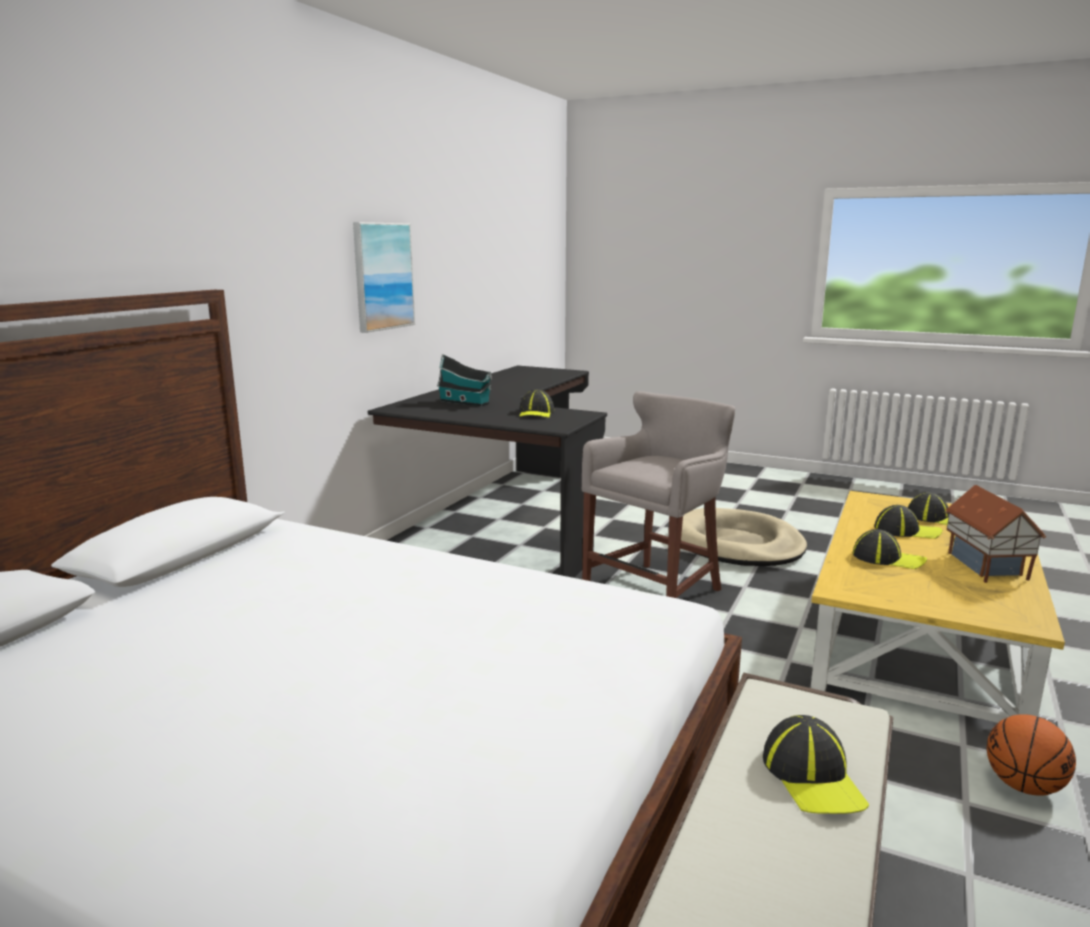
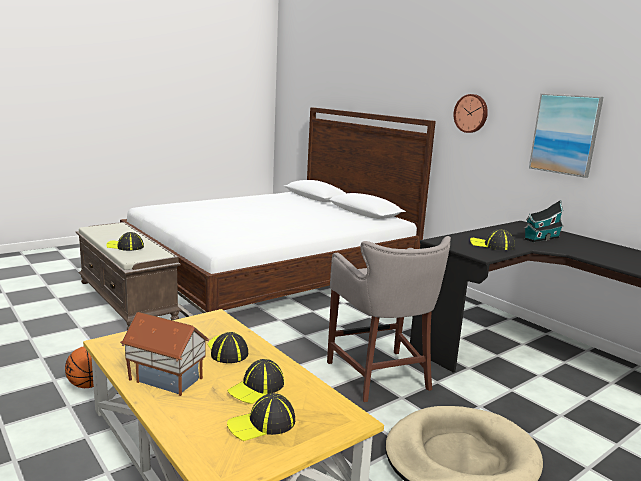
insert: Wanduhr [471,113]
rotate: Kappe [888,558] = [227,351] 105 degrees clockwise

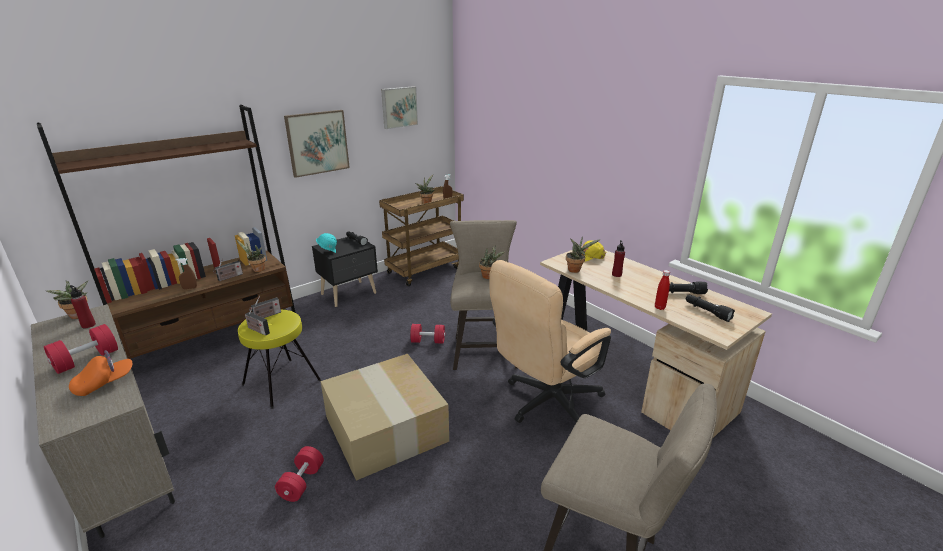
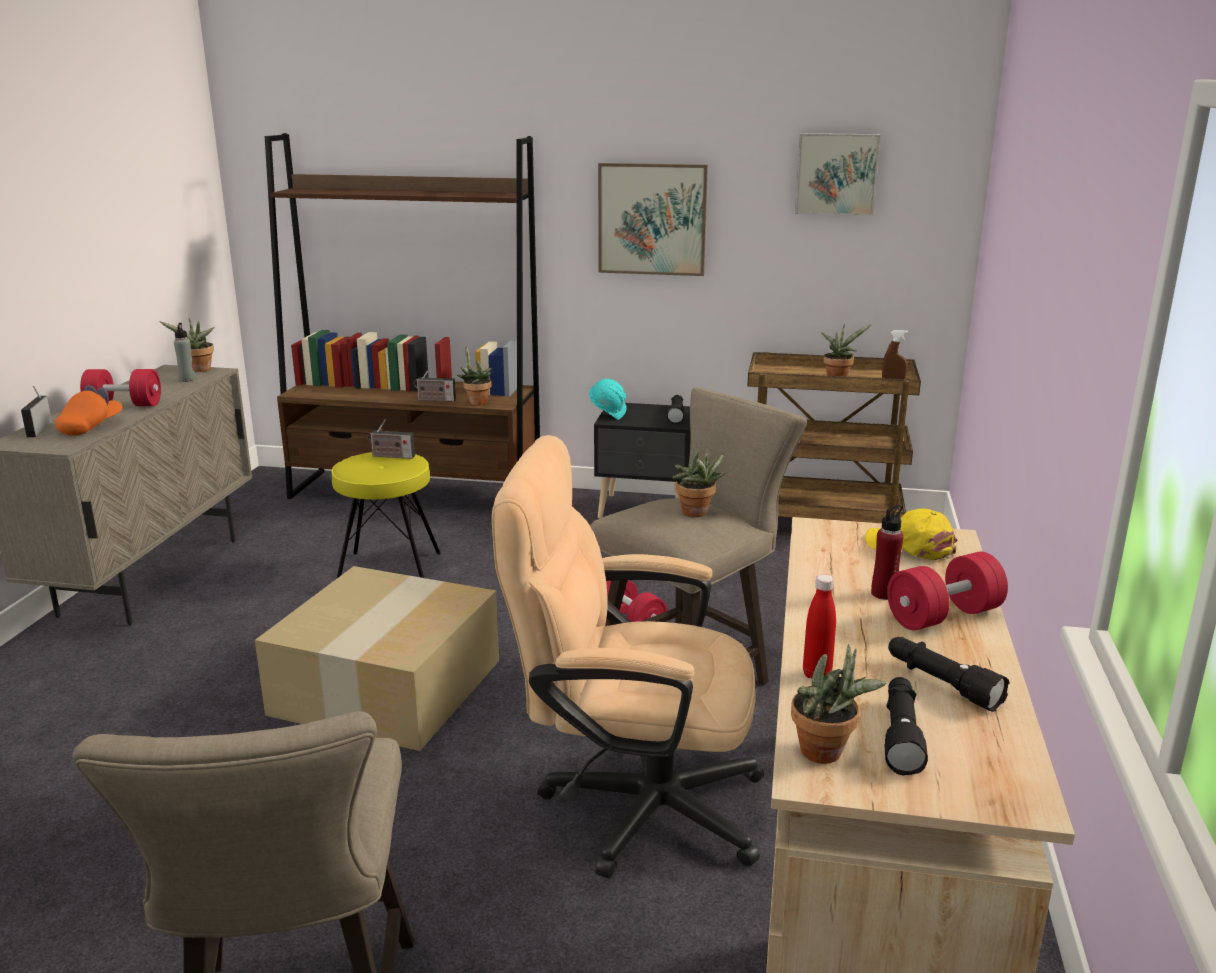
delete: Sprühflasche (braun) [190,288]
move: Topfpflanze [575,270] to [827,754]; Radio [257,330] to [39,428]; Hantel (rot) [302,482] to [943,616]
recolor: Flasche (rot) [88,325] to Flasche (grau) [187,379]
rotate: Kappe (orange) [105,383] = [91,427] 75 degrees counterclockwise

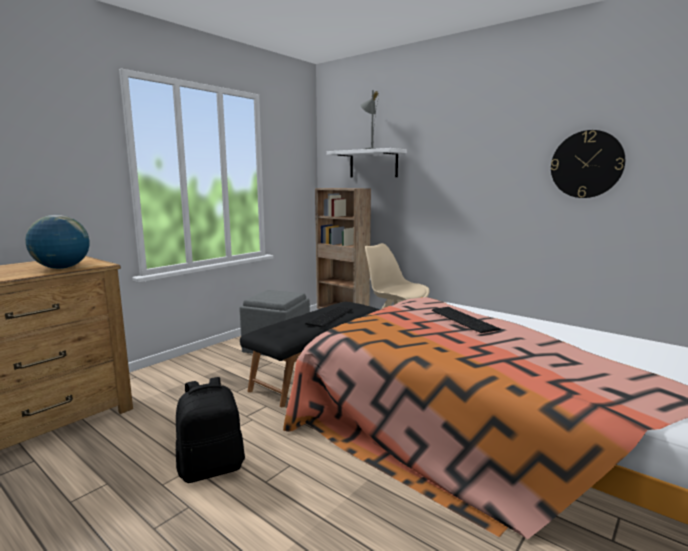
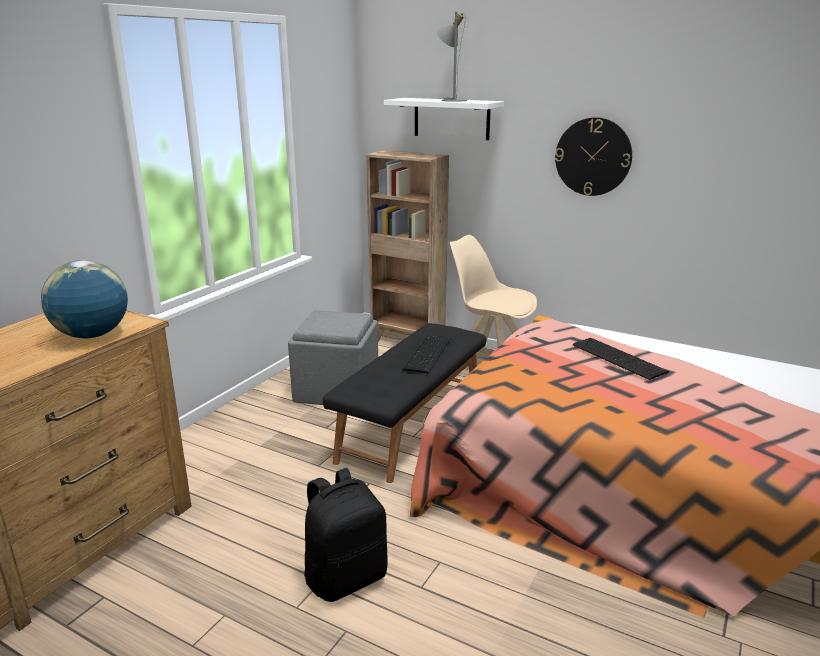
move: Wanduhr [586,164] to [593,157]

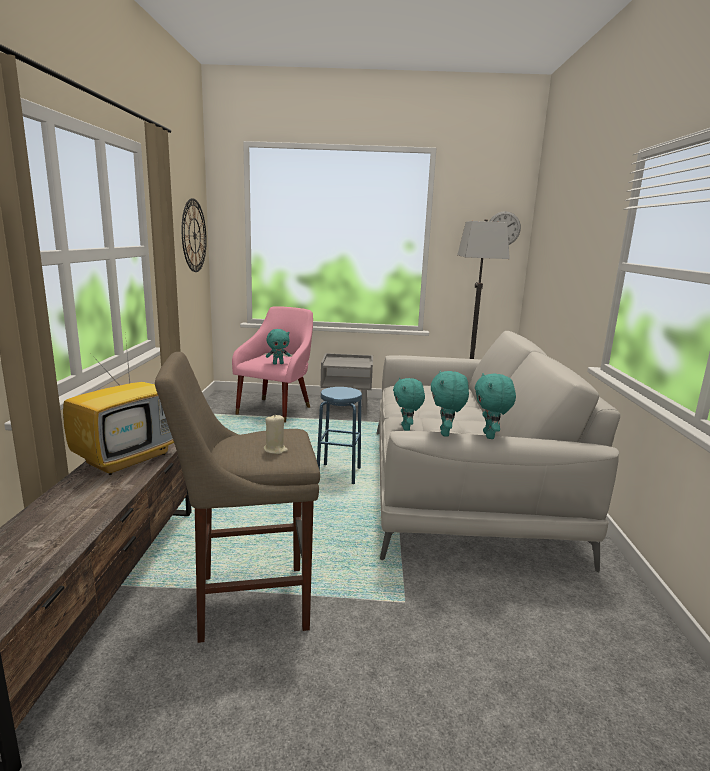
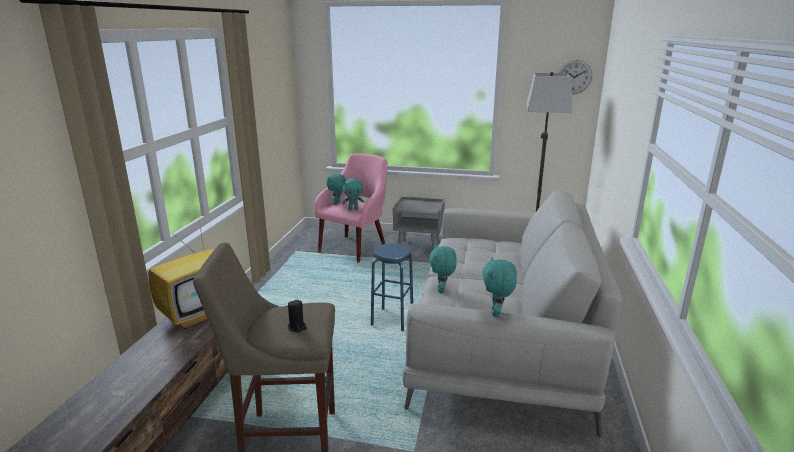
delete: Wanduhr [194,236]
move: Plüschtier (türkis) [446,433] to [337,203]
recolor: Kerze (beige) [275,450] to Kerze (schwarz) [297,327]

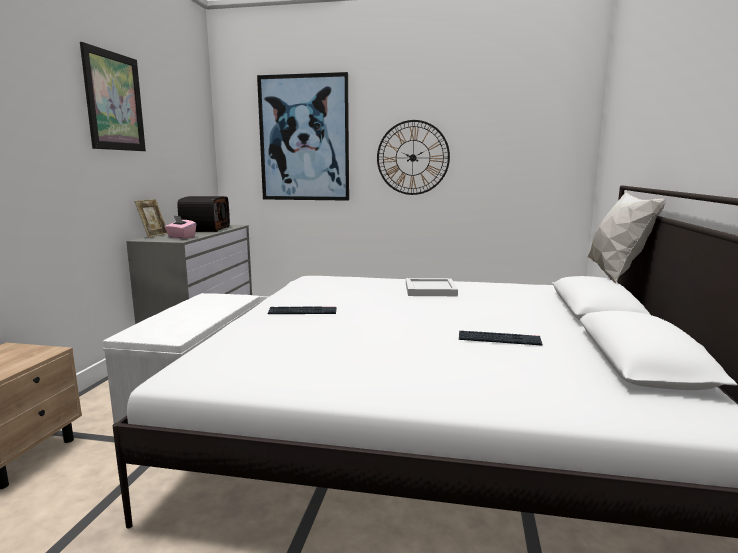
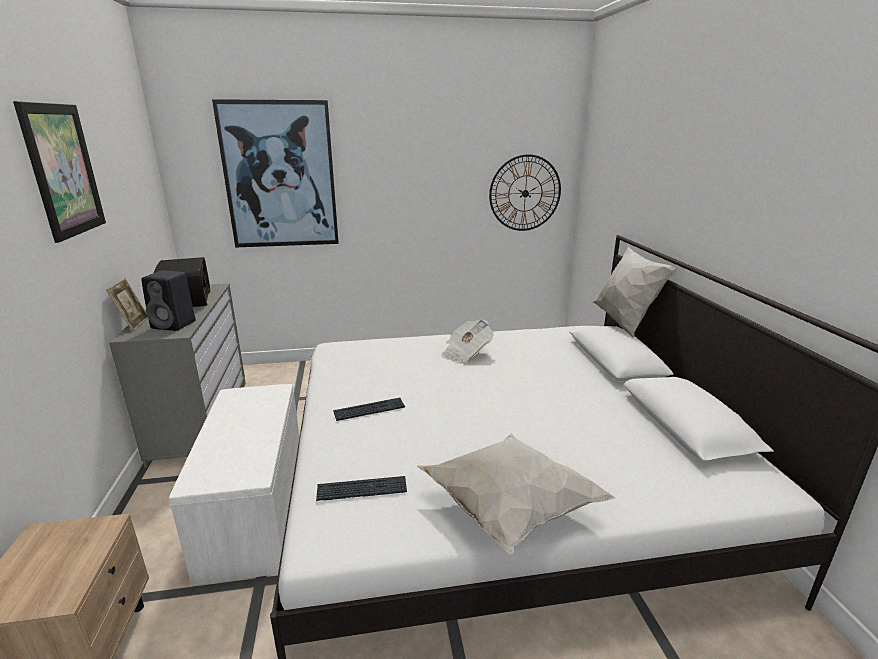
insert: Kissen (weiß) [507,509]
move: Wanduhr [412,157] to [525,193]; Tastatur [499,339] to [362,490]
replace: Taschentuchbox (rosa) [181,237] to Lautsprecher (schwarz) [175,325]; Tablett (weiß) [429,290] to Zeitung [466,353]

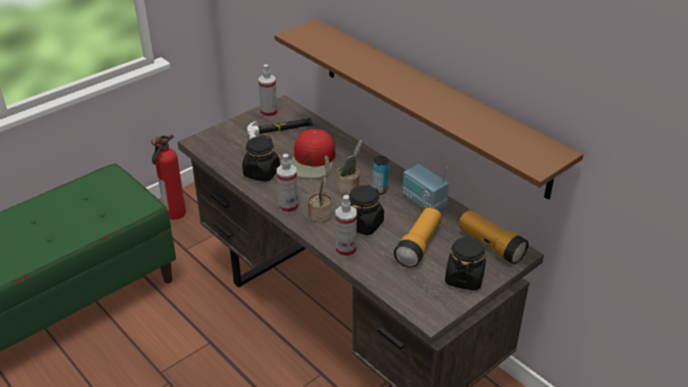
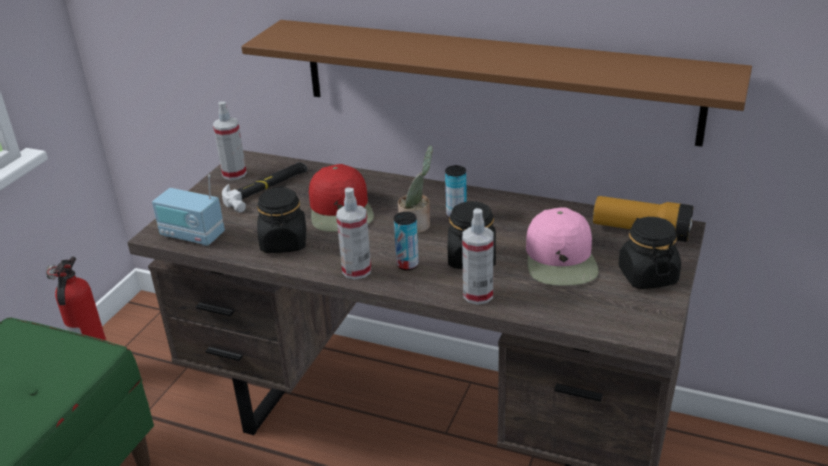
move: Radio [423,202] to [192,236]
replace: Topfpflanze [321,214] to Dose [407,265]; Taschenlampe [418,246] to Kappe (rosa) [561,260]

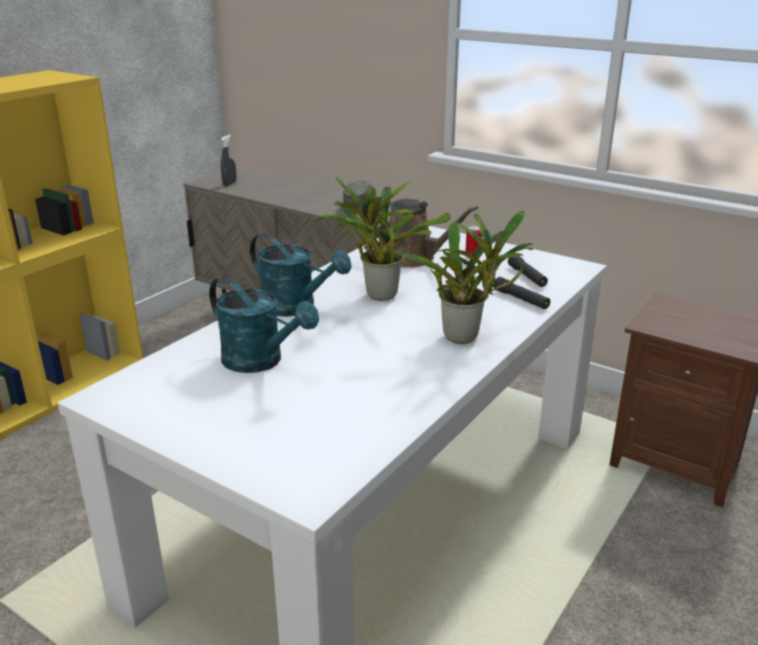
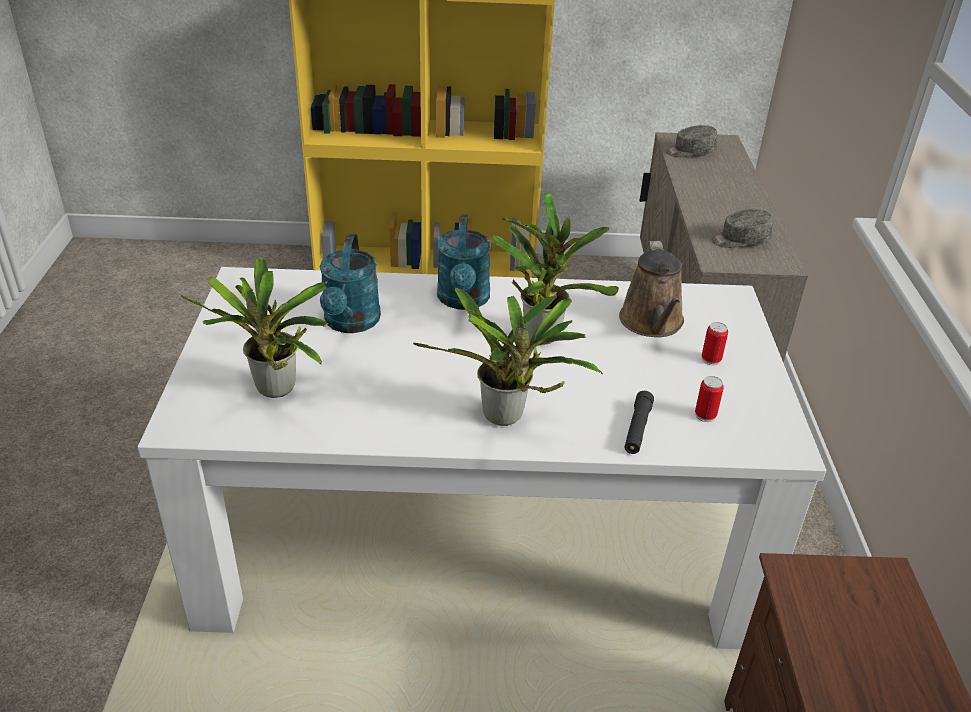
insert: Topfpflanze [276,392]
replace: Sprühflasche (grau) [229,184] to Kappe (grau) [690,152]; Taschenlampe (schwarz) [527,276] to Dose [705,415]

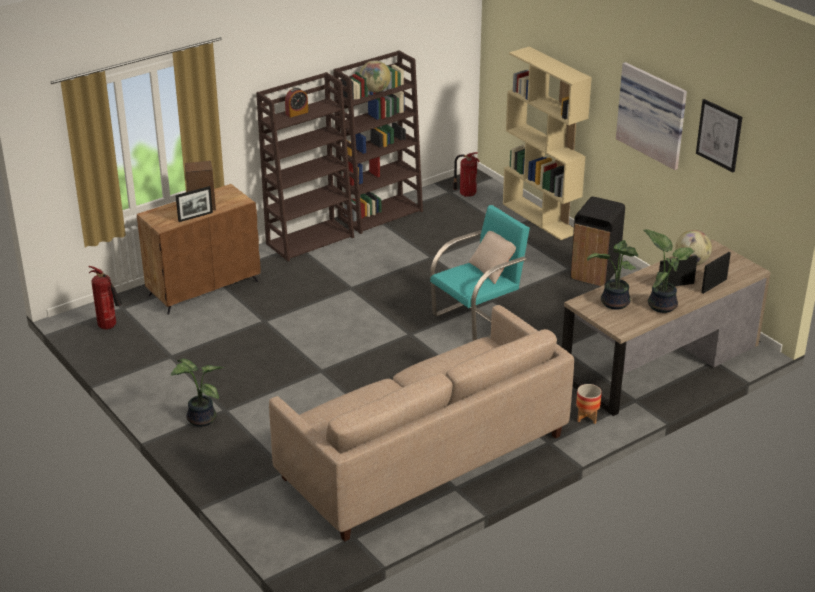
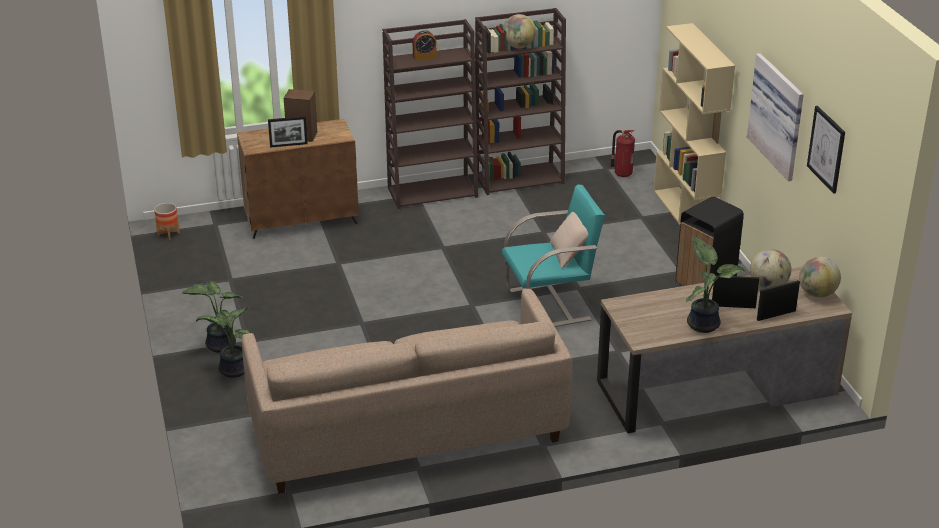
delete: Feuerlöscher [109,327]
insert: Globus [817,293]
move: Topfpflanze [614,304] to [232,371]; Pflanzkübel [587,417] to [168,234]

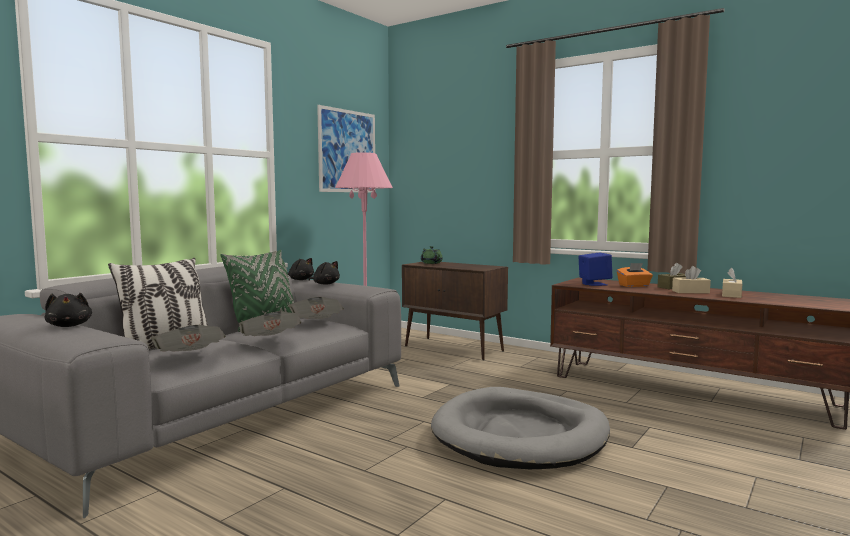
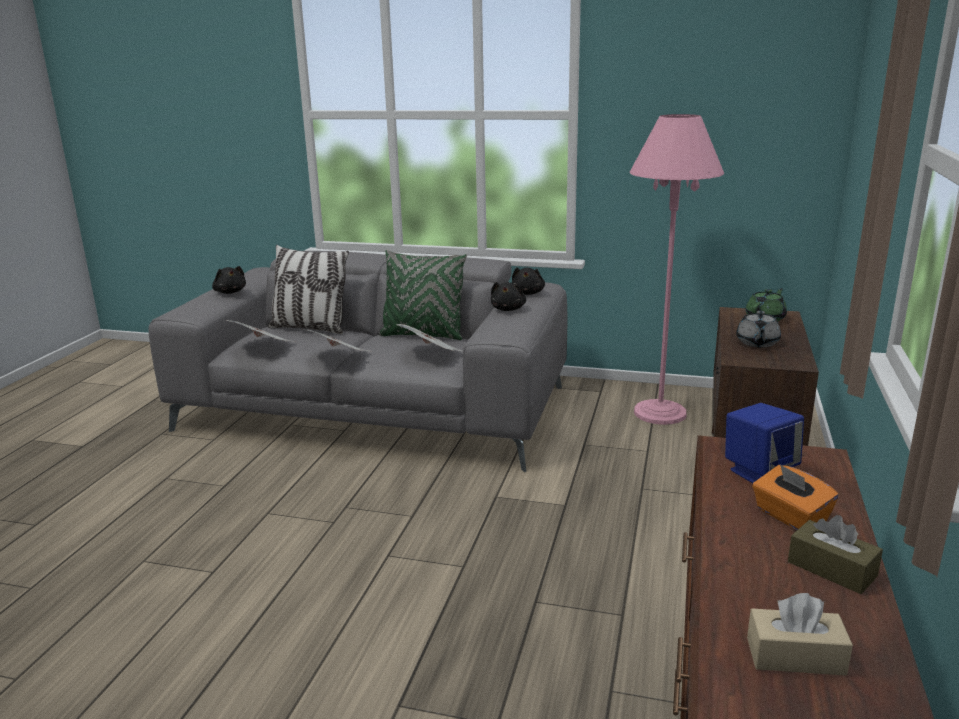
delete: Bild [347,151]; Taschentuchbox (beige) [690,292]; Hundebett (grau) [520,435]
insert: Teekanne (grau) [757,343]
rotate: Plüschtier (schwarz) [69,326] = [230,292] 75 degrees counterclockwise

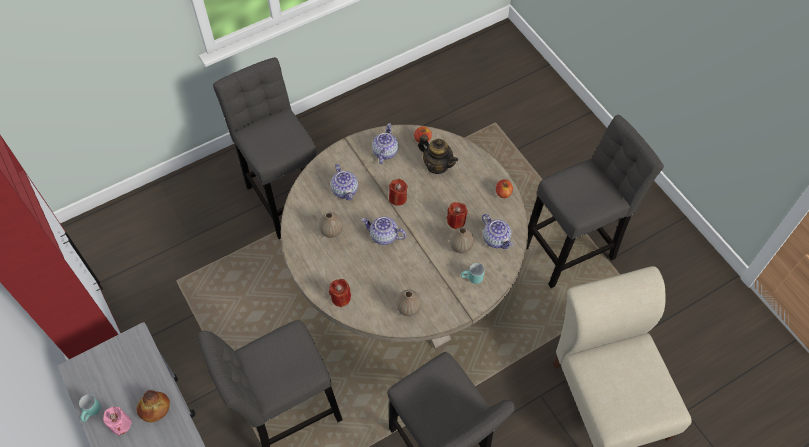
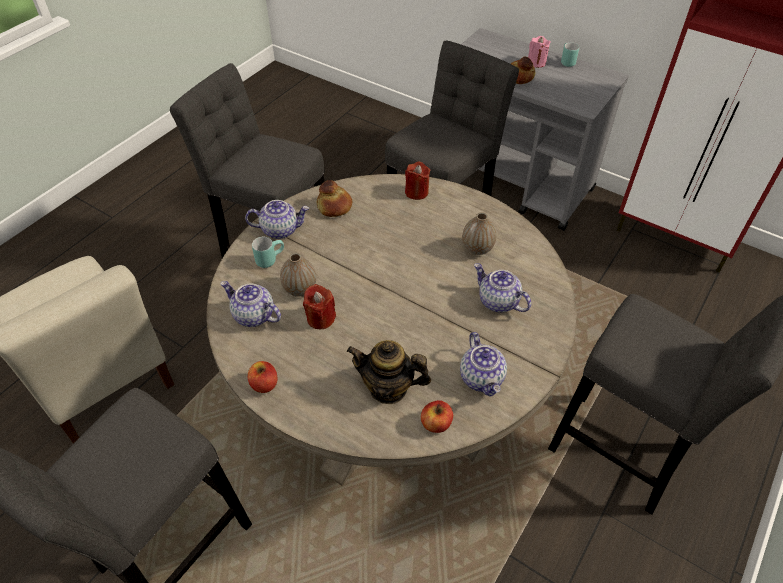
delete: Kerze (rot) [398,198]
move: Teekanne [383,236] to [280,229]
replace: Vase [408,308] to Brot [334,207]

